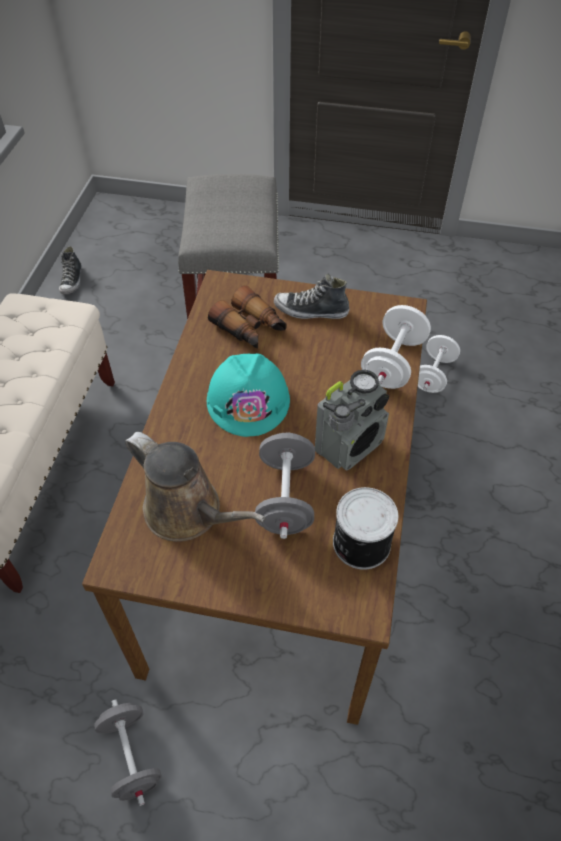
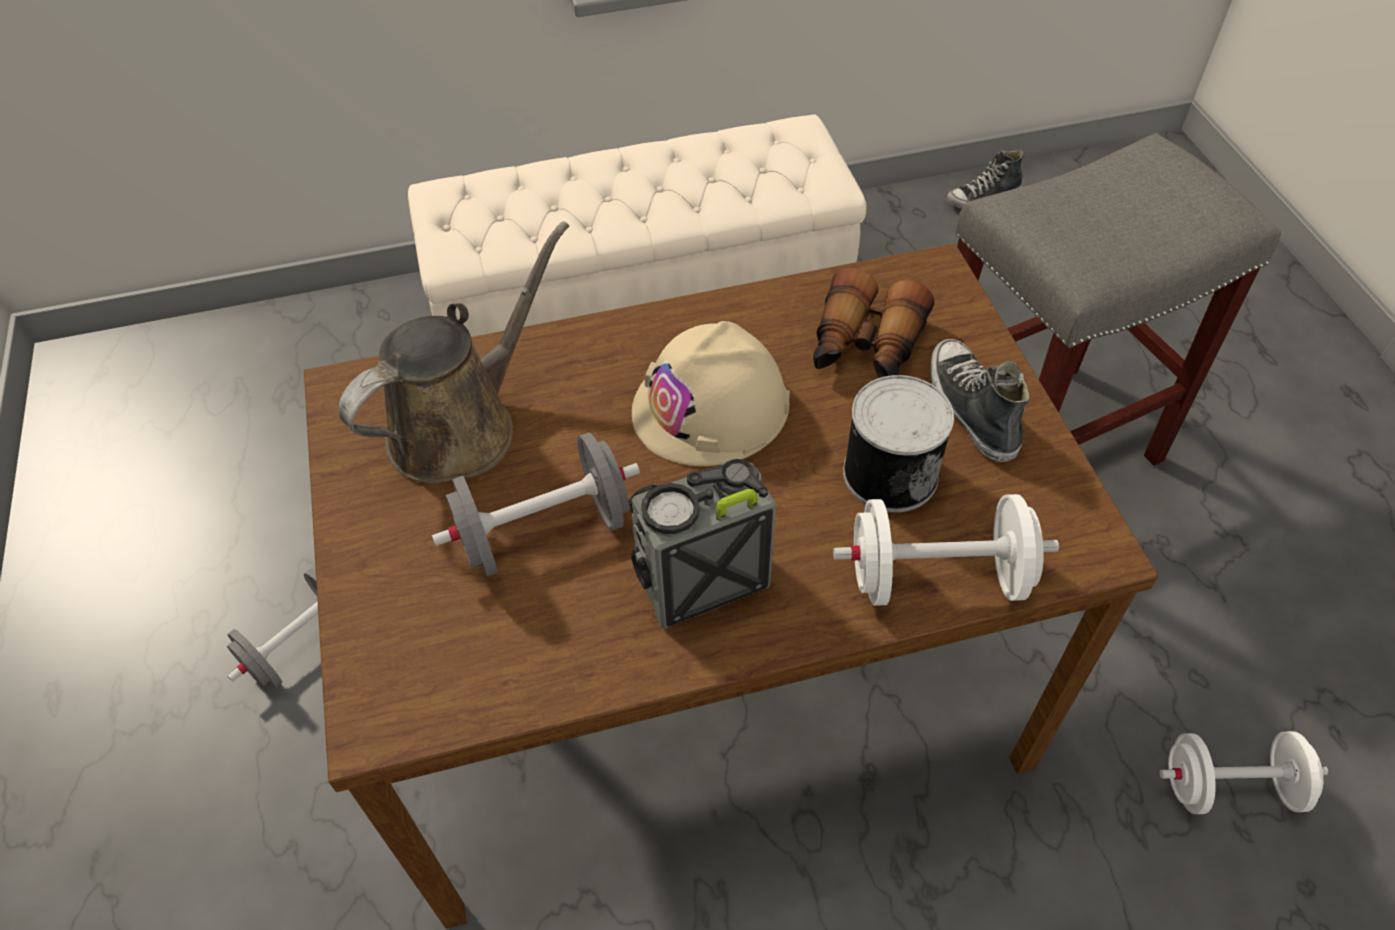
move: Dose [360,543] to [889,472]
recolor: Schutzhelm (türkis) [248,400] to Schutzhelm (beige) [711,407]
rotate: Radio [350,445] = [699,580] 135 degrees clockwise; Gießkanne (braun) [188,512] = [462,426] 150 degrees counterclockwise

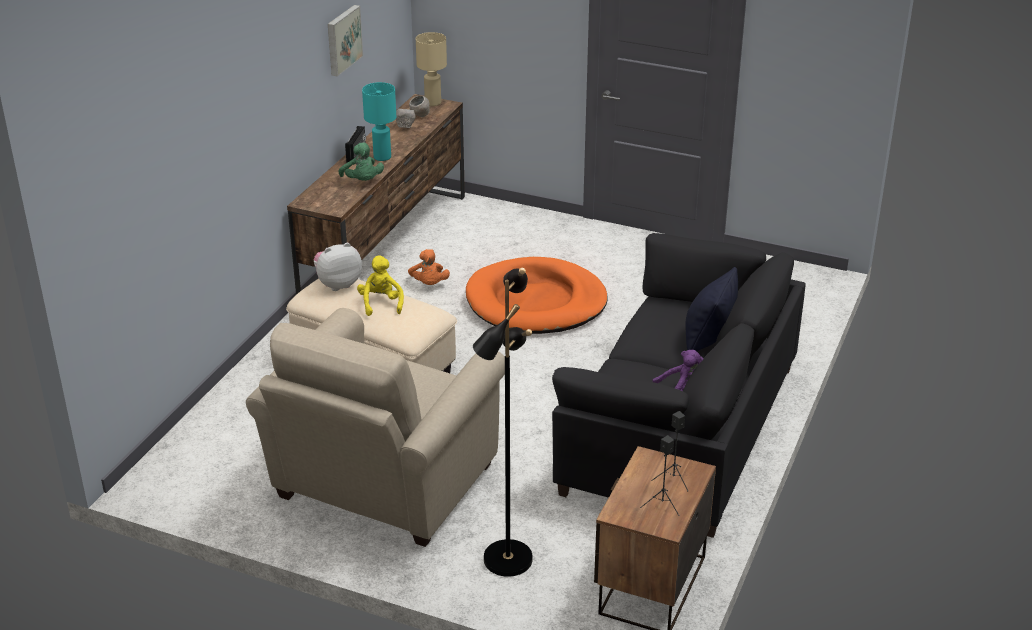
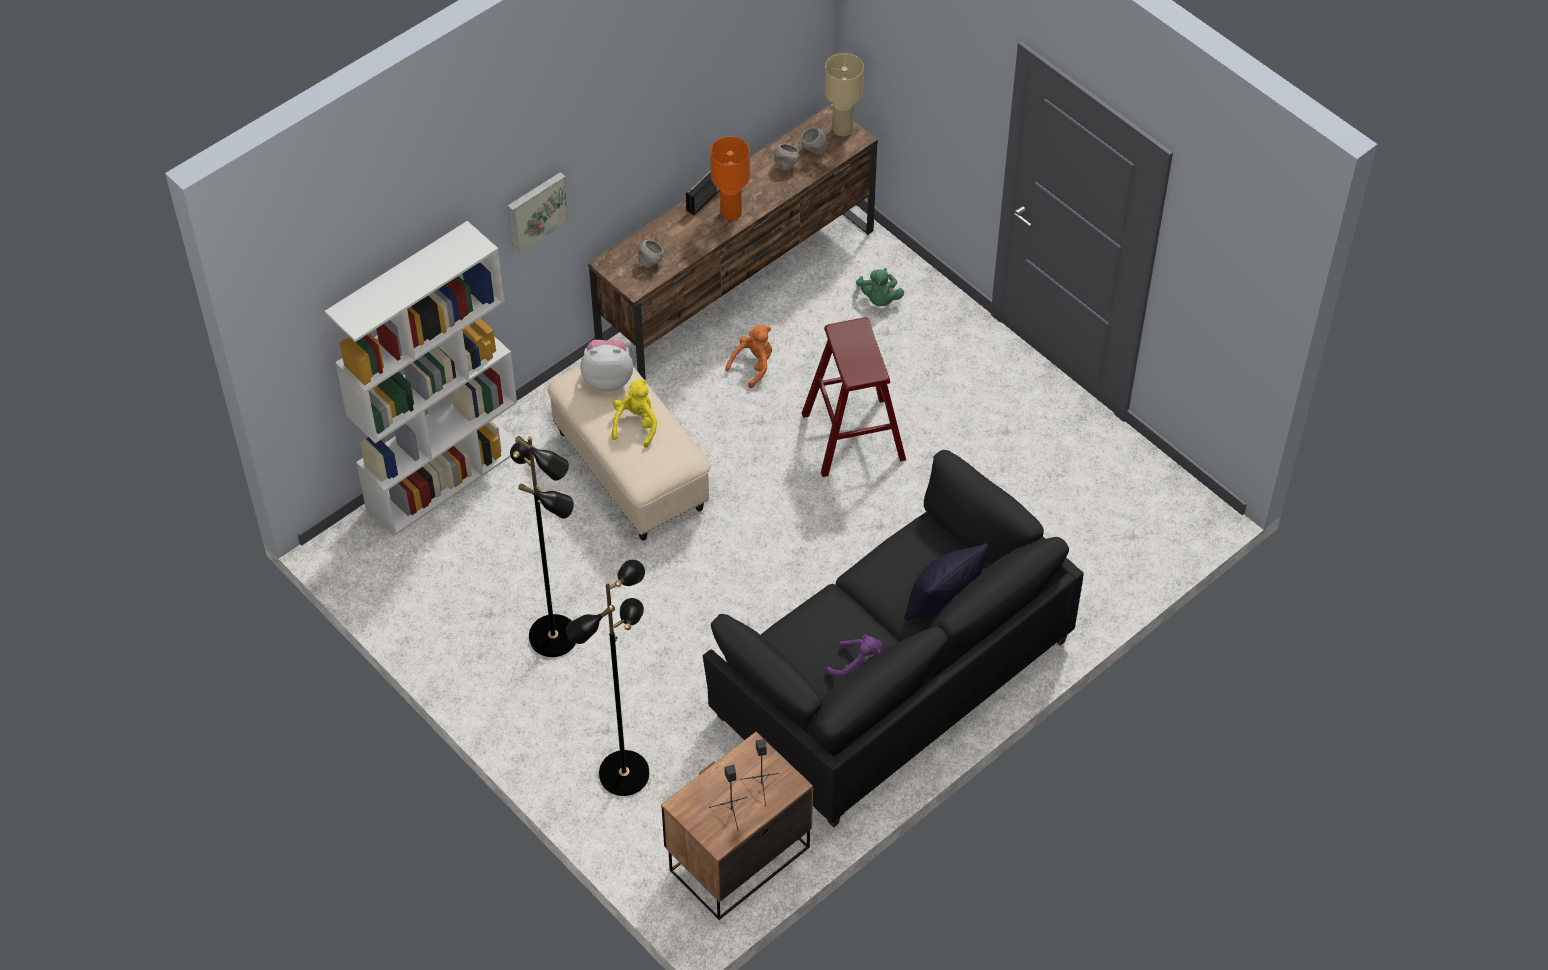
insert: Bücherregal (weiß) [445,477]; Schüssel (grau) [650,263]
move: Bild [342,40] to [536,211]; Plüschtier (grün) [362,181] to [879,299]
replace: Hundebett (orange) [536,302] to Hocker (rot) [853,437]; Sessel (beige) [380,485] to Stehlampe (schwarz) [555,636]
recolor: Tischlampe (türkis) [382,157] to Tischlampe (orange) [730,213]
rotate: Plüschtier (orange) [429,284] = [753,365] 150 degrees counterclockwise

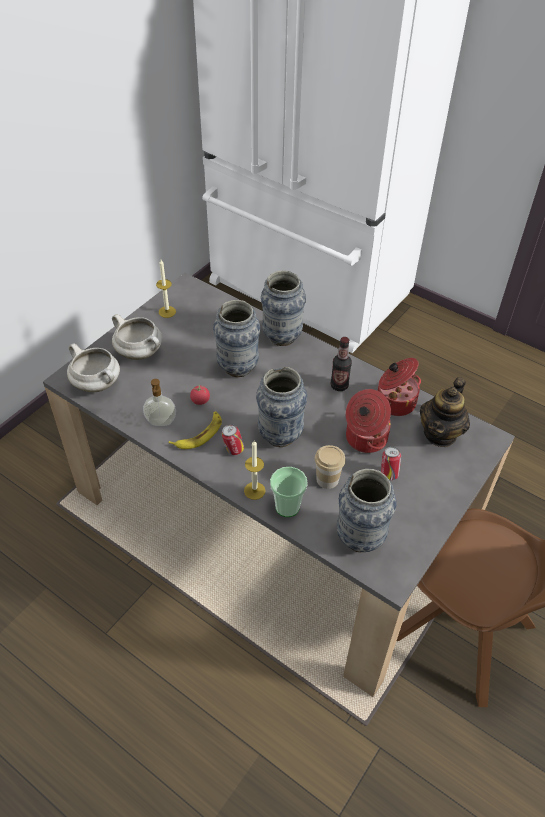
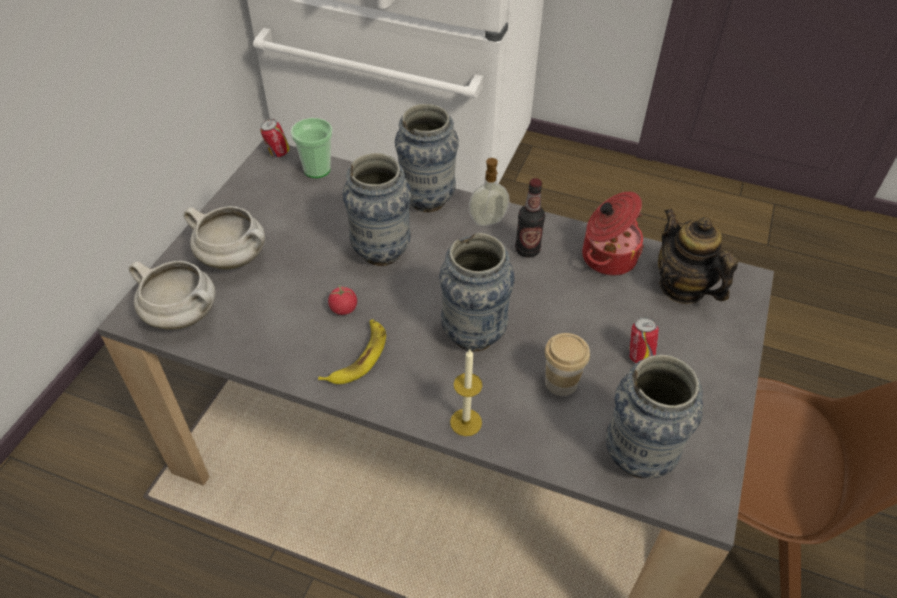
delete: Kerze [167,312]; Kochtopf [365,438]
move: Seifenspender [161,423] to [488,221]; Dose [233,450] to [277,154]; Tasse [287,507] to [317,169]
rotate: Teekanne [440,434] = [682,287] 135 degrees clockwise

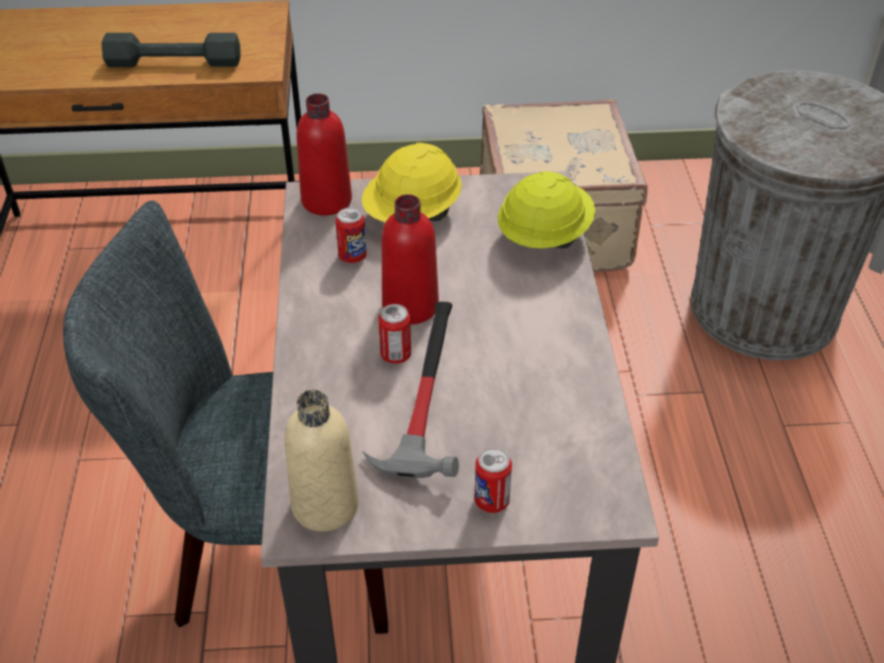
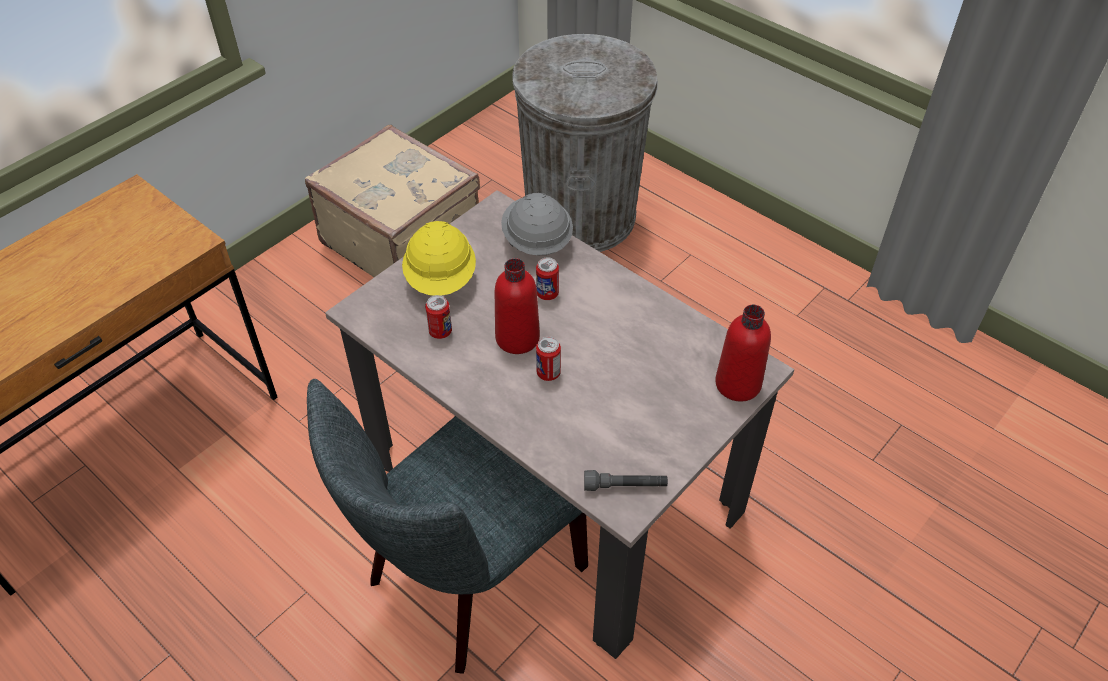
delete: Hantel (grau) [174,62]; Hammer [429,426]
move: Flasche (rot) [326,201] to [738,384]; Dose [491,501] to [547,294]
replace: Flasche (beige) [325,505] to Taschenlampe (grau) [625,486]
recolor: Schutzhelm (gelb) [544,236] to Schutzhelm (grau) [536,242]

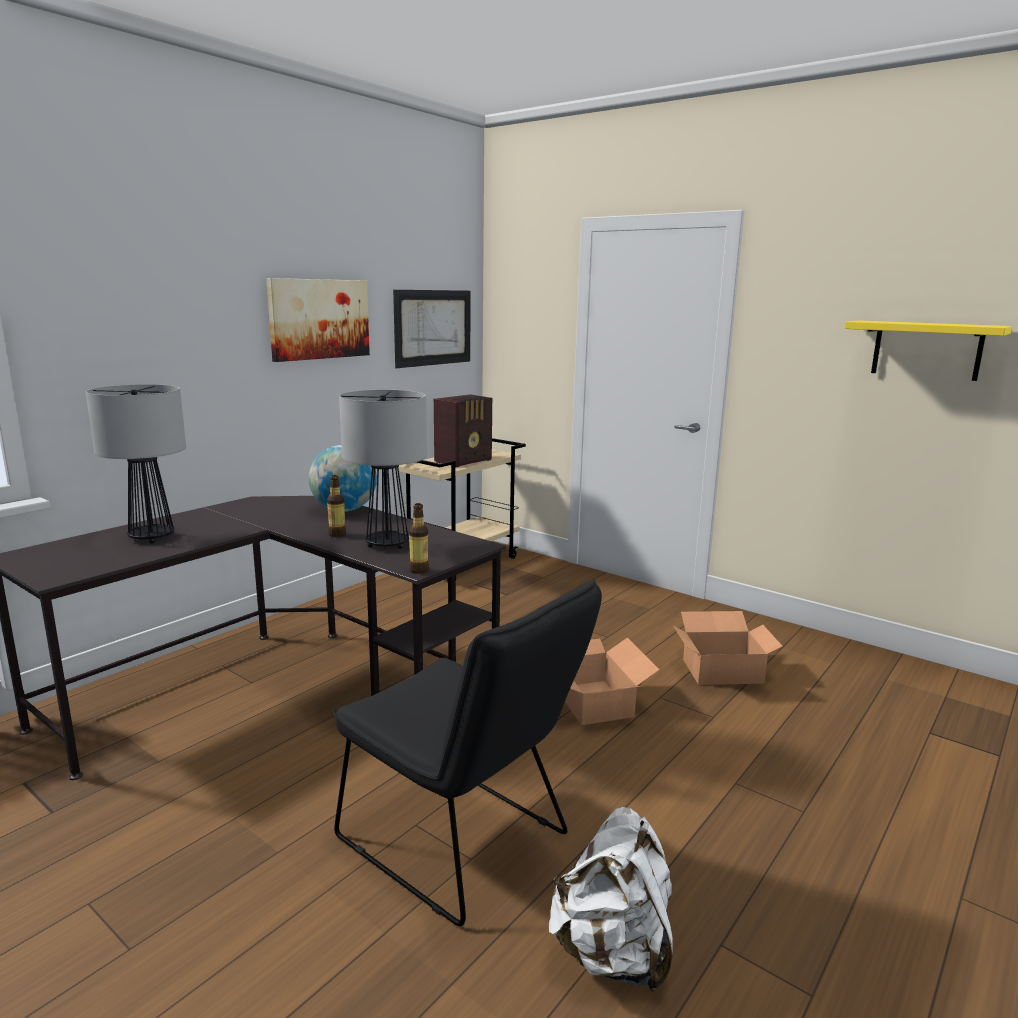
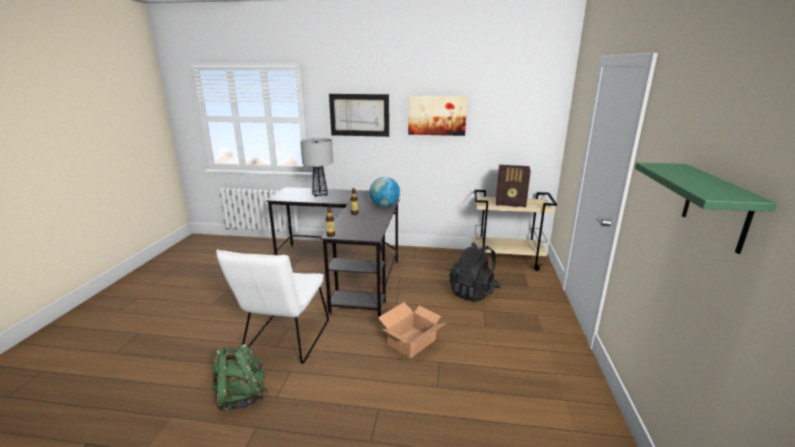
delete: Tischlampe [387,545]; Karton [721,671]
insert: Rucksack (schwarz) [473,292]
move: Bild [433,327] to [359,115]
recolor: Wandregal (gelb) [926,350] to Wandregal (grün) [716,207]; Stuhl (schwarz) [463,844] to Stuhl (weiß) [284,341]; Rucksack (weiß) [613,953] to Rucksack (grün) [241,397]

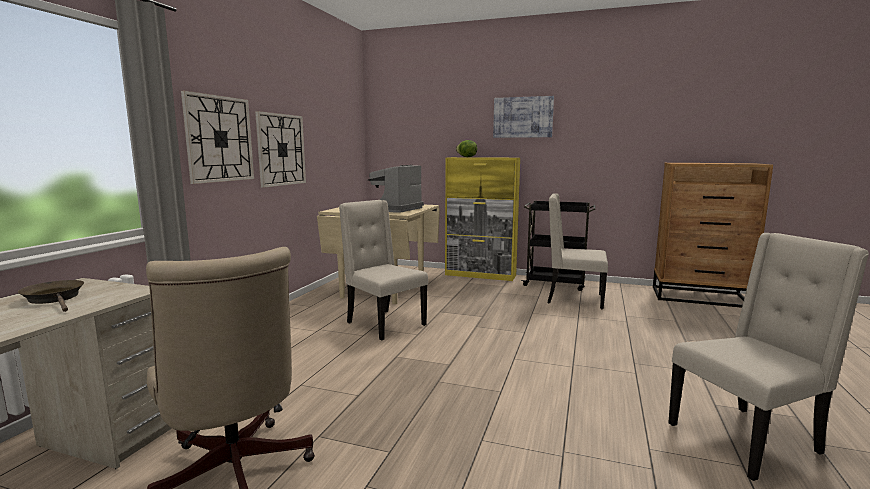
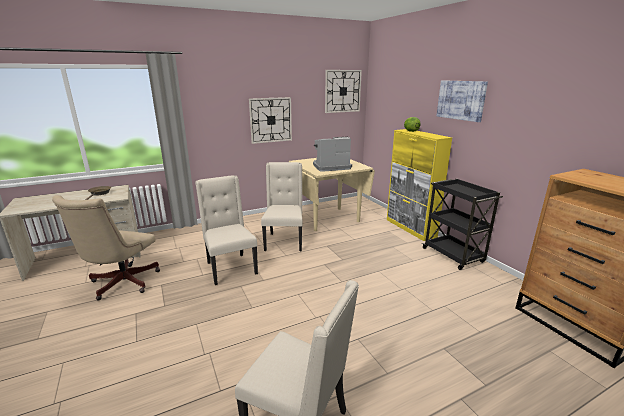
move: Wanduhr [219,139] to [342,91]; Stuhl (beige) [573,299] to [230,268]

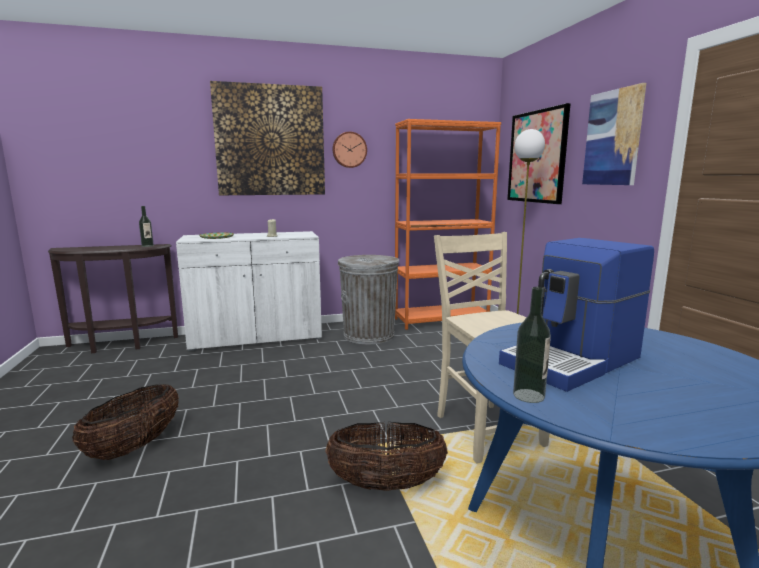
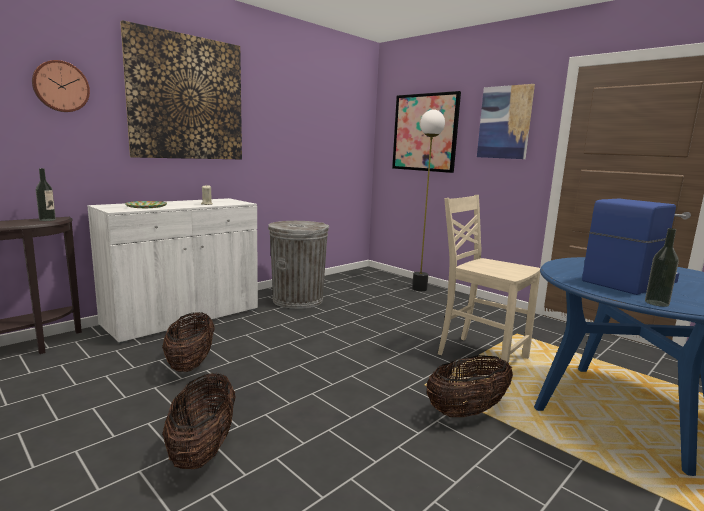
delete: Bücherregal (orange) [441,320]
insert: Korb [191,363]
move: Wanduhr [349,150] to [61,86]
rotate: Kaffeemaschine [573,361] = [627,281] 150 degrees counterclockwise

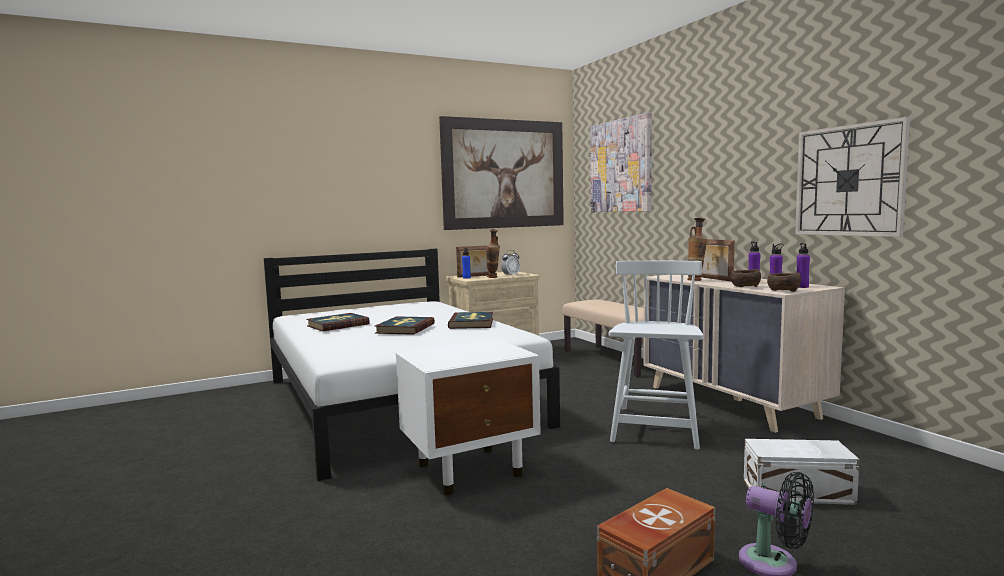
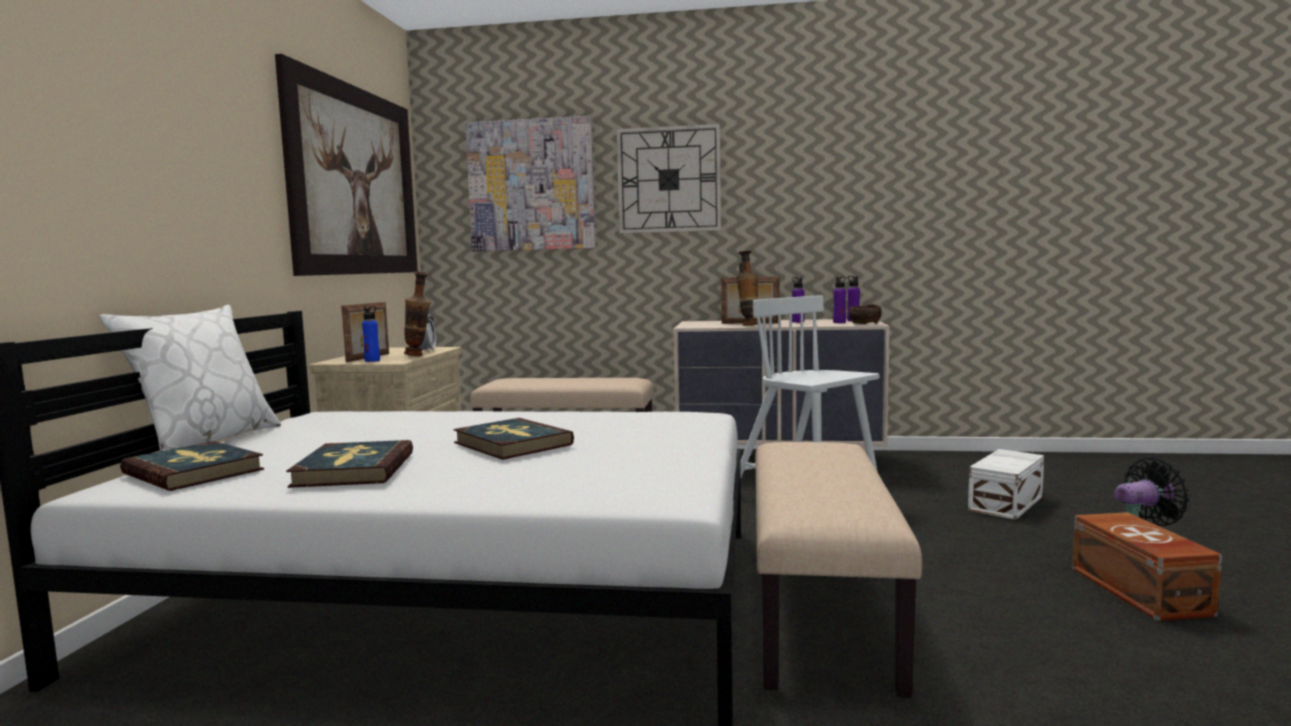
delete: Schüssel (braun) [744,286]
insert: Kissen (weiß) [206,442]
move: Wanduhr [848,180] to [669,180]; Buch [472,323] to [194,471]
replace: Nachttisch (weiß) [471,469] to Bank (beige) [817,609]

